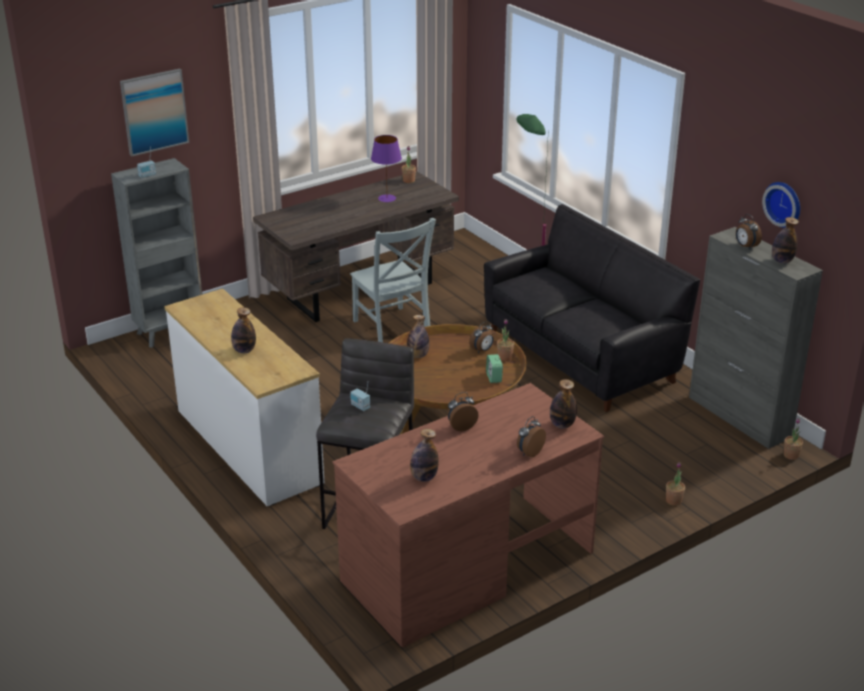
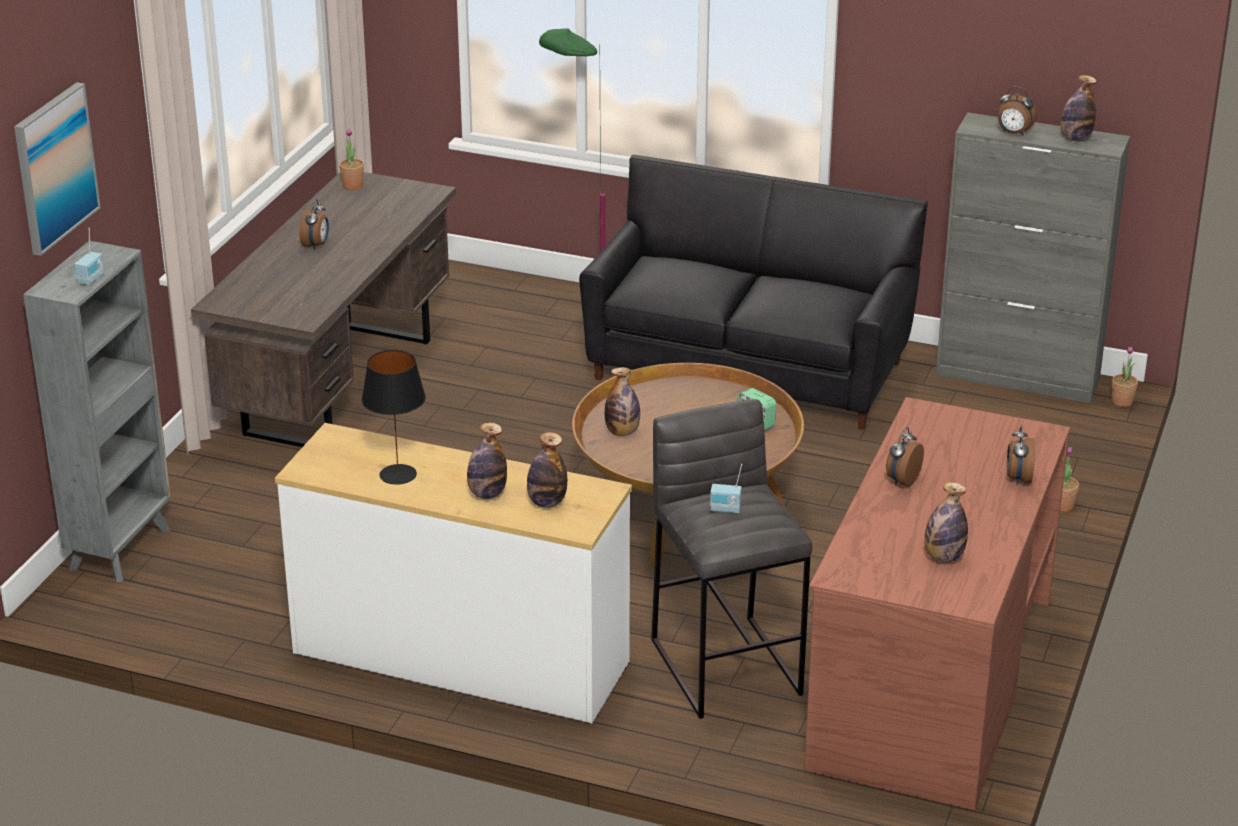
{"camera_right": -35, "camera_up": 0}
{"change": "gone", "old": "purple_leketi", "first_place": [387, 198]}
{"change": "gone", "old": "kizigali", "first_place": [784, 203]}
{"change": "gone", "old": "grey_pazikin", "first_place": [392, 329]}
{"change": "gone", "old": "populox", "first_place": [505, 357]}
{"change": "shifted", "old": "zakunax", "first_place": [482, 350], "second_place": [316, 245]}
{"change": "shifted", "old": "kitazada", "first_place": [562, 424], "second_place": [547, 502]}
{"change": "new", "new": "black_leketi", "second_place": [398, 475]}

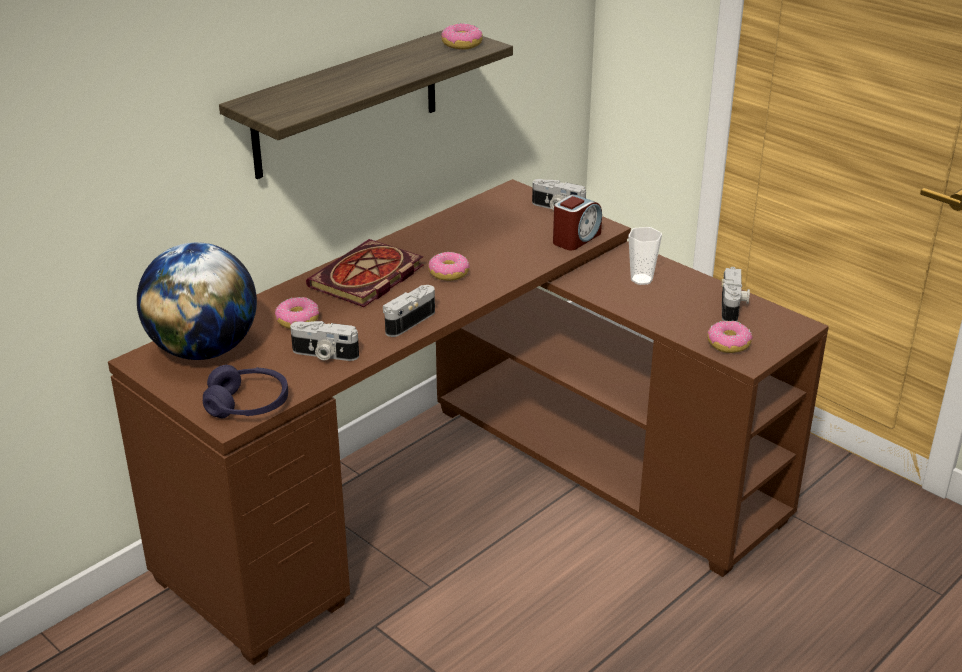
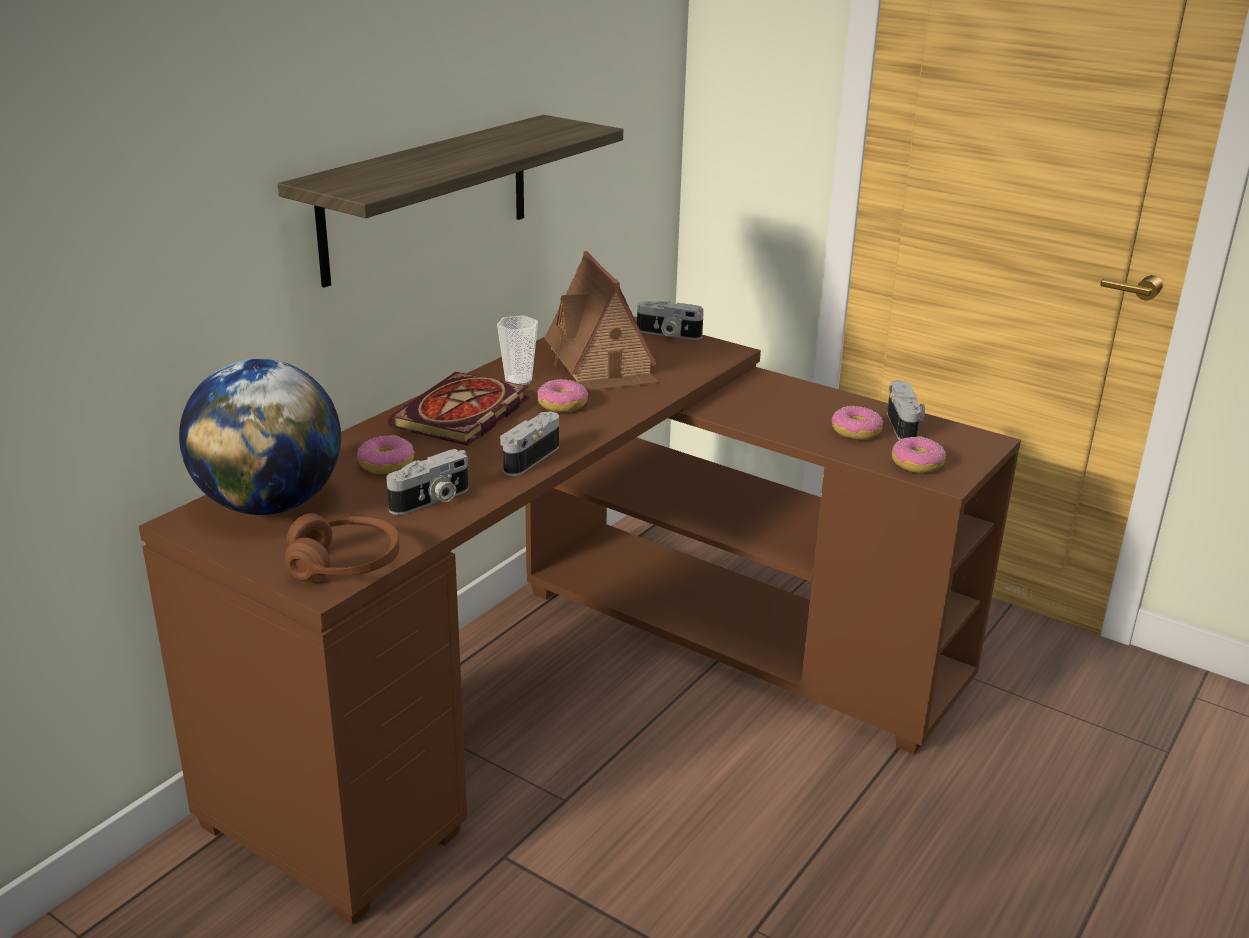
{"camera_right": -10, "camera_up": -5}
{"change": "shifted", "old": "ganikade", "first_place": [461, 44], "second_place": [855, 431]}
{"change": "gone", "old": "zakunax", "first_place": [576, 239]}
{"change": "shifted", "old": "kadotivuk", "first_place": [641, 279], "second_place": [518, 380]}
{"change": "rotated", "old": "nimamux", "first_place": [324, 355], "second_place": [432, 501], "degrees": -45}
{"change": "repainted", "old": "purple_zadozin", "new": "brown_zadozin", "first_place": [248, 404], "second_place": [344, 564]}
{"change": "new", "new": "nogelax", "second_place": [602, 364]}

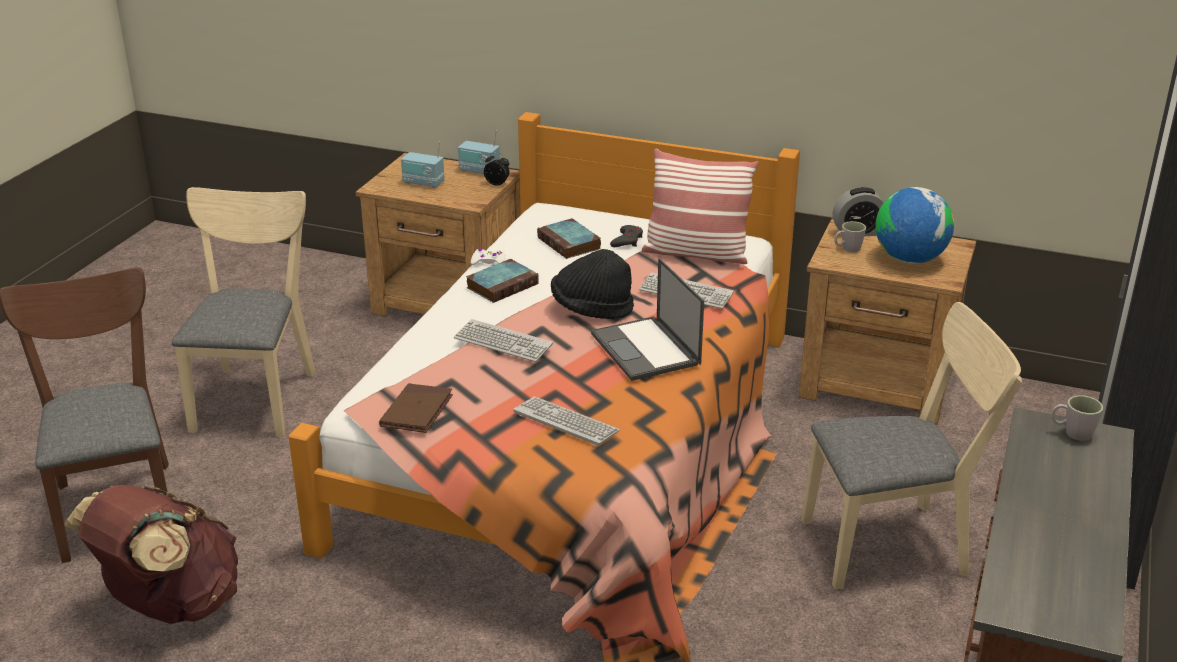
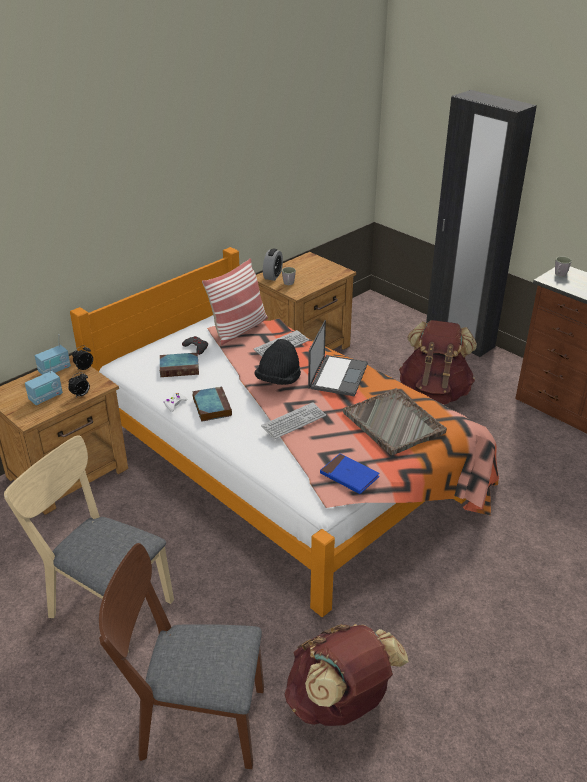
{"camera_right": -65, "camera_up": 5}
{"change": "gone", "old": "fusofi", "first_place": [910, 259]}
{"change": "rotated", "old": "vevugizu", "first_place": [646, 349], "second_place": [338, 375], "degrees": -75}
{"change": "swapped", "old": "beige_pazikin", "new": "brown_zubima", "first_place": [896, 544], "second_place": [434, 392]}
{"change": "repainted", "old": "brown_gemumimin", "new": "blue_gemumimin", "first_place": [417, 412], "second_place": [349, 476]}
{"change": "swapped", "old": "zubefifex", "new": "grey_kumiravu", "first_place": [566, 422], "second_place": [394, 423]}
{"change": "new", "new": "zakunax", "second_place": [81, 395]}

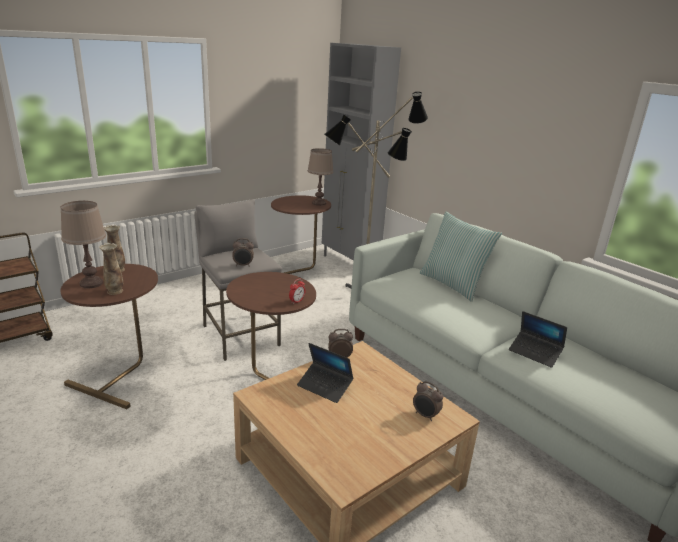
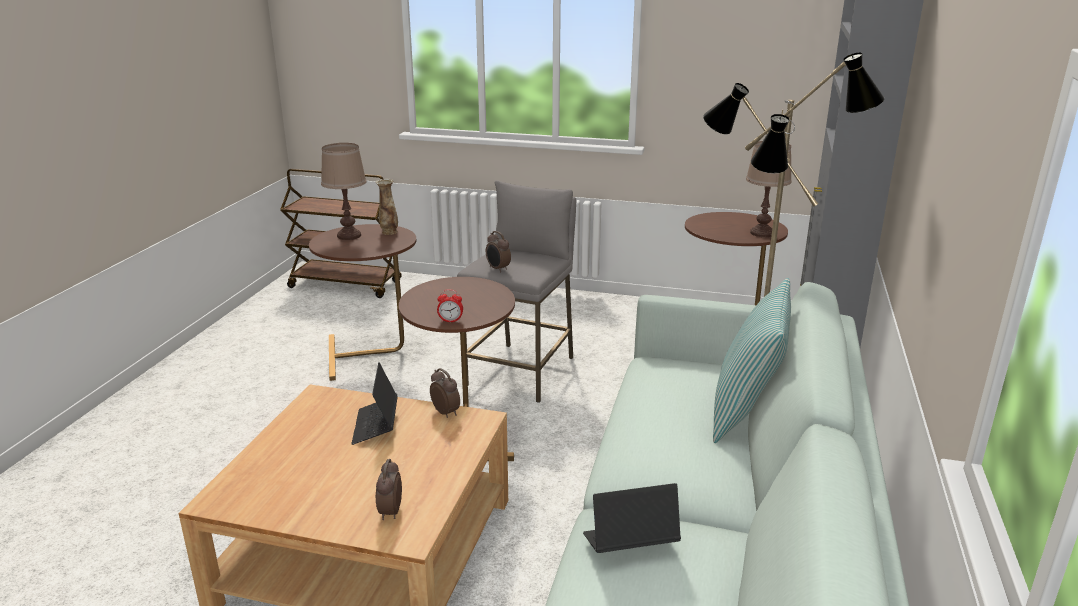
{"camera_right": 55, "camera_up": 0}
{"change": "gone", "old": "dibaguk", "first_place": [115, 291]}
{"change": "rotated", "old": "vevugizu", "first_place": [535, 353], "second_place": [629, 544], "degrees": 75}

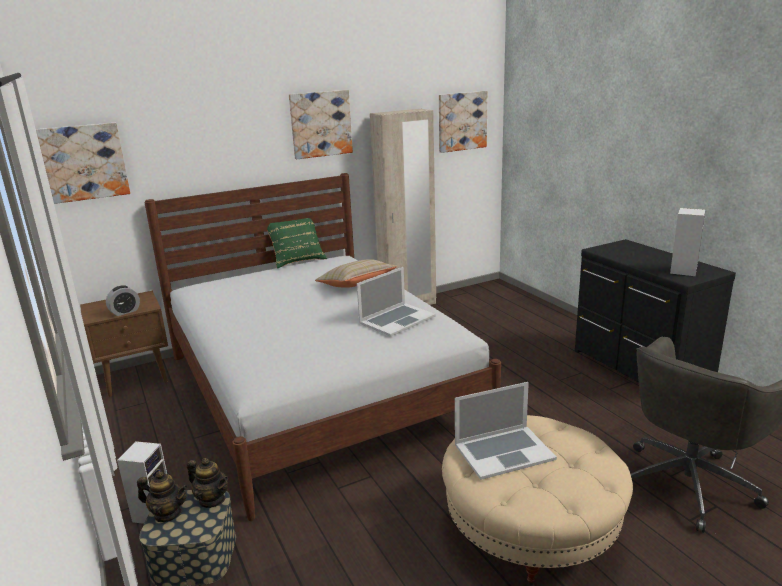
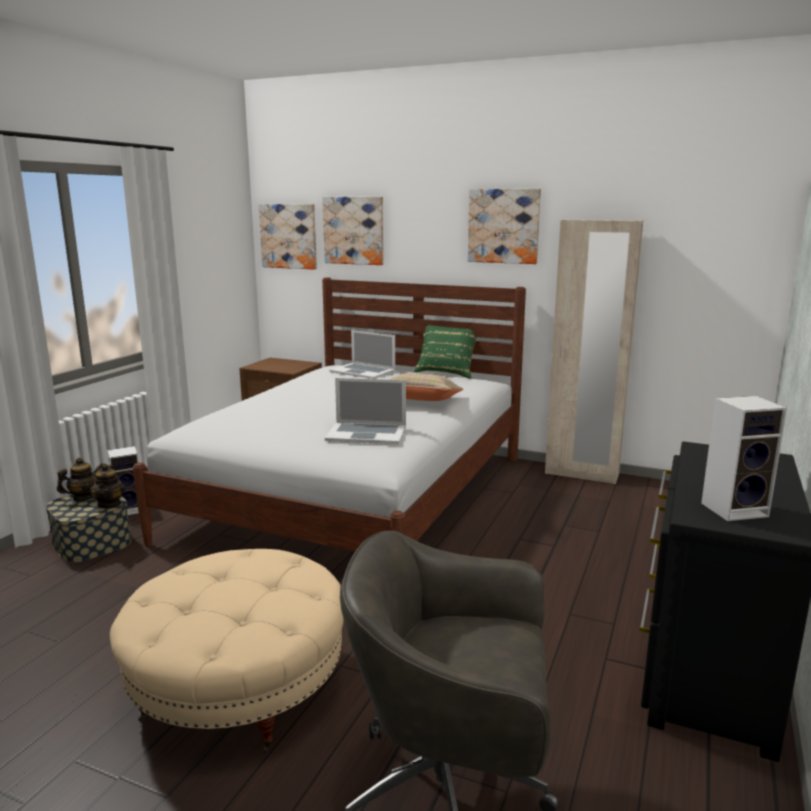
{"camera_right": 50, "camera_up": -5}
{"change": "shifted", "old": "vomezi", "first_place": [462, 121], "second_place": [354, 230]}
{"change": "gone", "old": "zakunax", "first_place": [125, 312]}
{"change": "shifted", "old": "vevugizu", "first_place": [503, 451], "second_place": [363, 371]}
{"change": "rotated", "old": "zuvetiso", "first_place": [168, 514], "second_place": [84, 497], "degrees": -105}

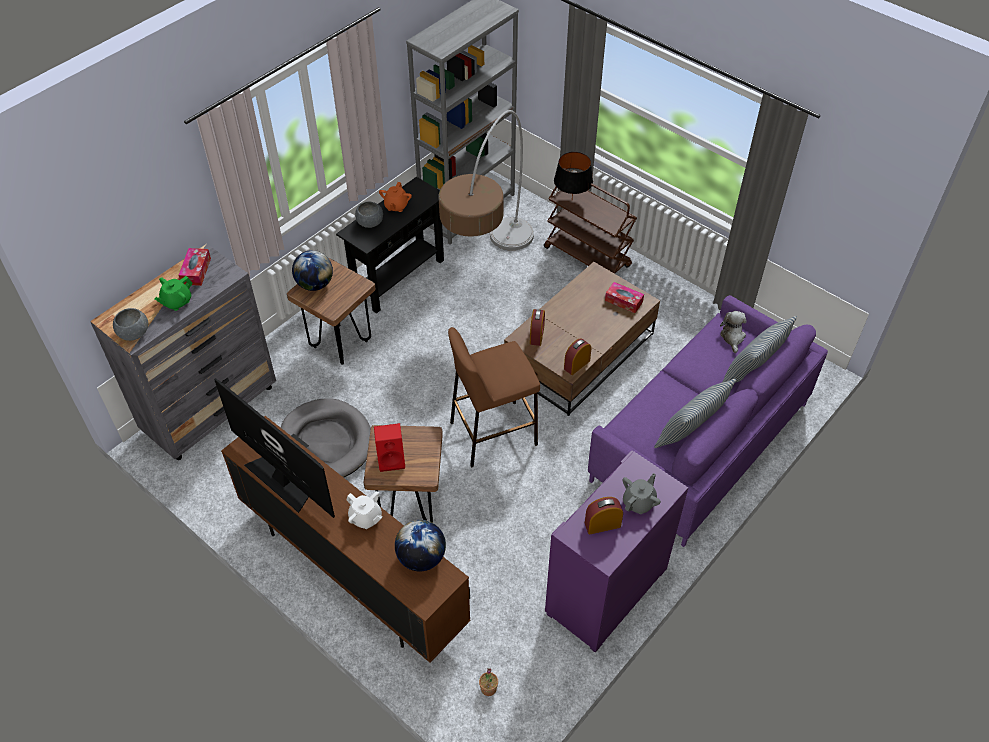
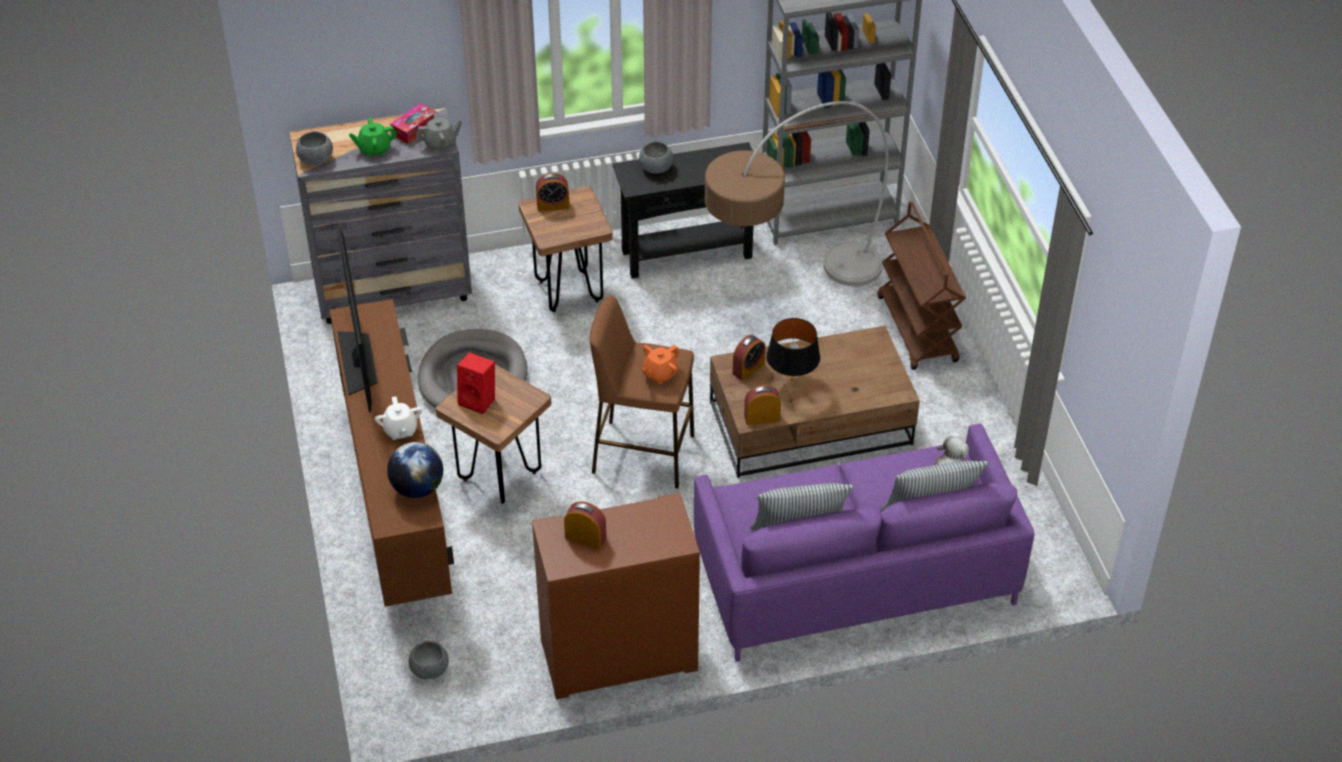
{"camera_right": 35, "camera_up": -5}
{"change": "shifted", "old": "black_leketi", "first_place": [571, 200], "second_place": [791, 381]}
{"change": "shifted", "old": "orange_zuvetiso", "first_place": [396, 206], "second_place": [659, 374]}
{"change": "swapped", "old": "fusofi", "new": "zakunax", "first_place": [315, 284], "second_place": [553, 205]}
{"change": "gone", "old": "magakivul", "first_place": [623, 301]}
{"change": "repainted", "old": "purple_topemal", "new": "brown_topemal", "first_place": [607, 592], "second_place": [618, 656]}
{"change": "shifted", "old": "grey_zuvetiso", "first_place": [639, 502], "second_place": [440, 144]}
{"change": "swapped", "old": "populox", "new": "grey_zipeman", "first_place": [488, 688], "second_place": [430, 670]}

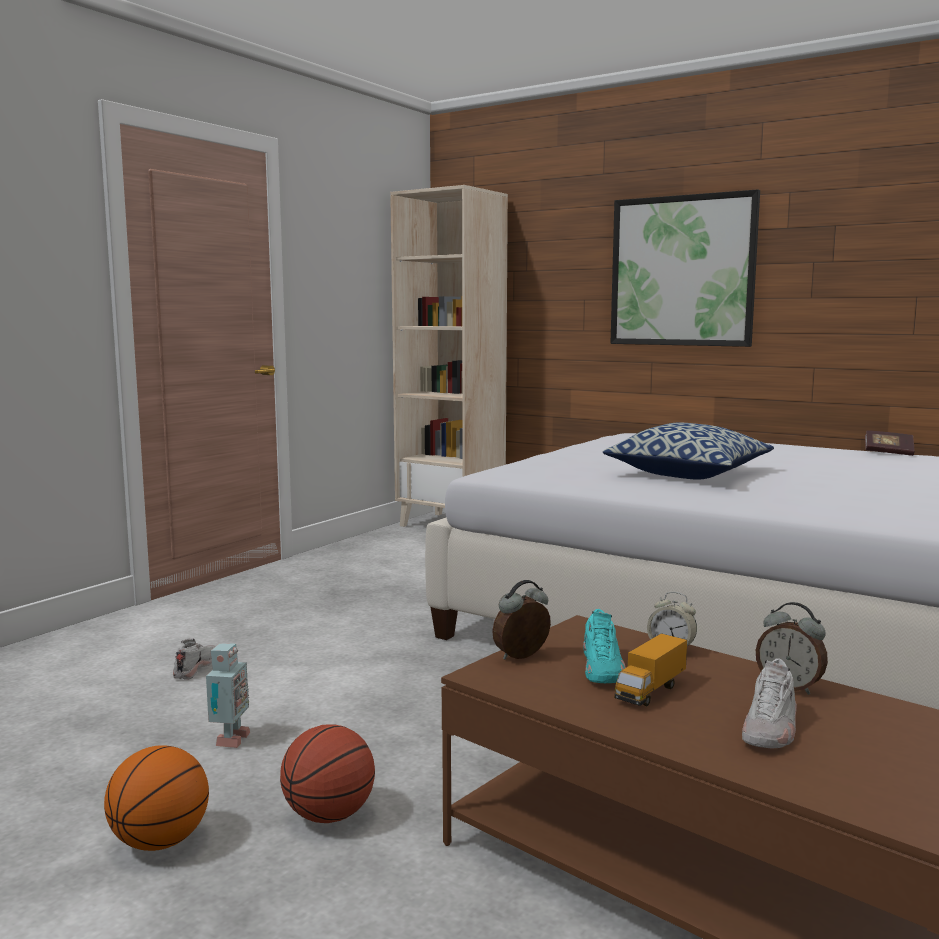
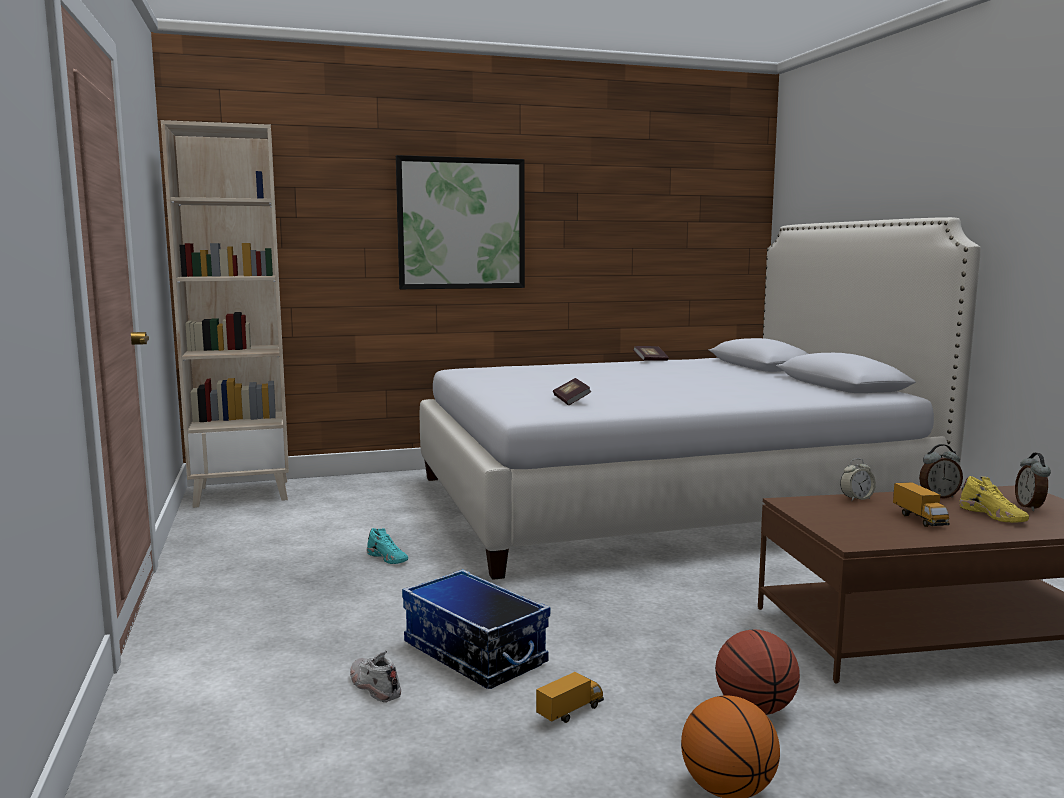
{"camera_right": -50, "camera_up": 0}
{"change": "gone", "old": "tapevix", "first_place": [688, 474]}
{"change": "shifted", "old": "zakunax", "first_place": [522, 657], "second_place": [1030, 507]}
{"change": "shifted", "old": "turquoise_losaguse", "first_place": [602, 668], "second_place": [388, 558]}
{"change": "swapped", "old": "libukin", "new": "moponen", "first_place": [229, 740], "second_place": [570, 712]}
{"change": "repainted", "old": "white_losaguse", "new": "yellow_losaguse", "first_place": [770, 729], "second_place": [993, 515]}
{"change": "new", "new": "gemumimin", "second_place": [571, 401]}
{"change": "new", "new": "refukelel", "second_place": [472, 654]}

